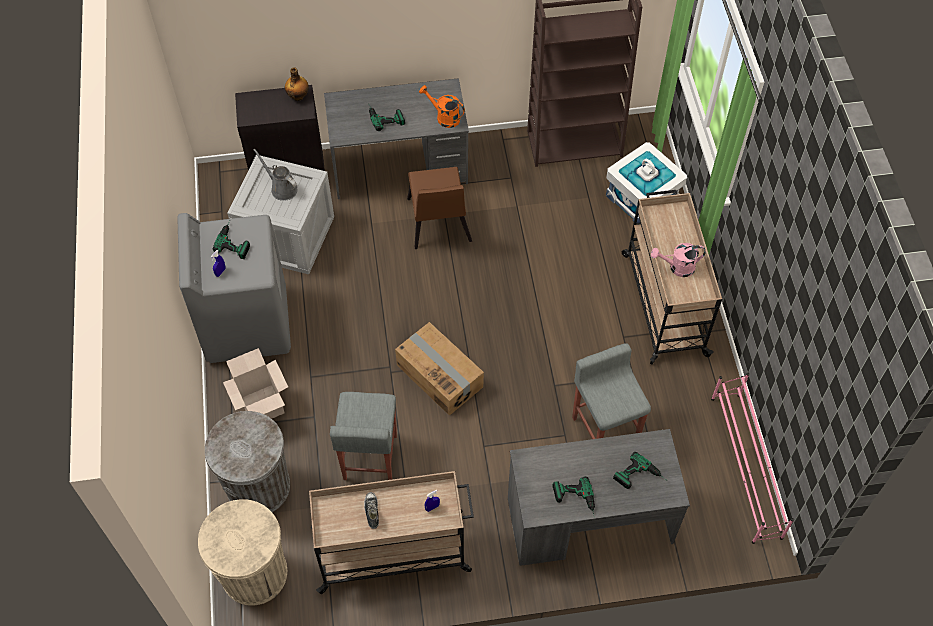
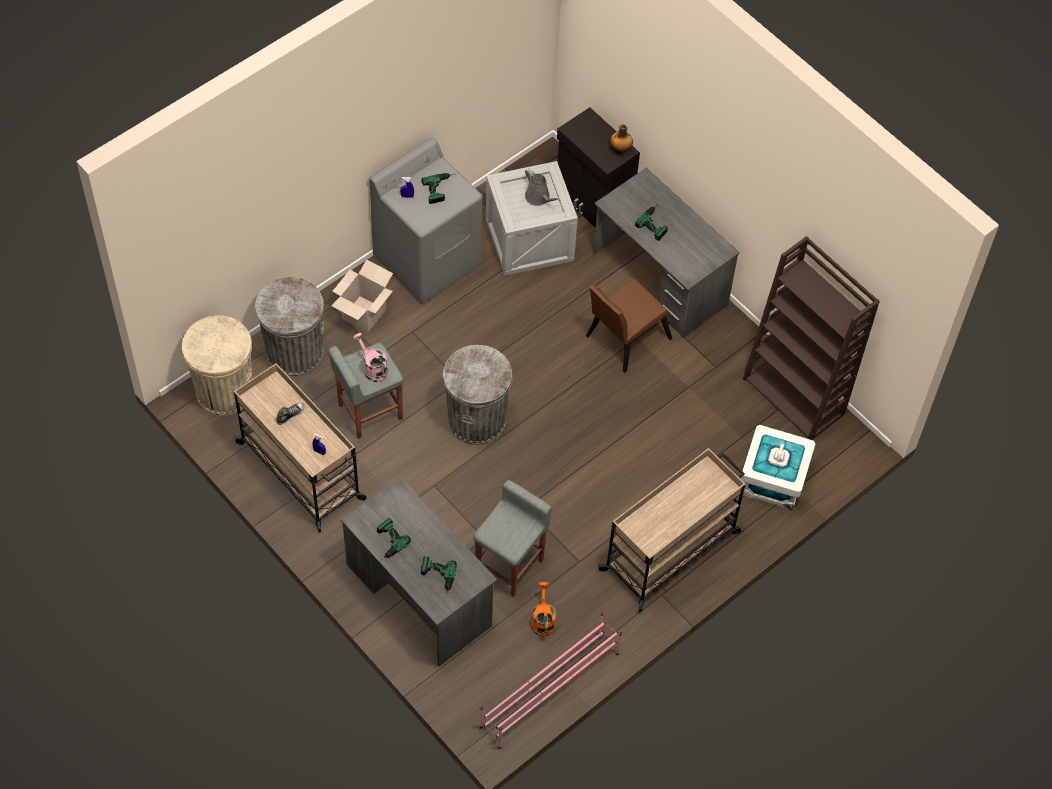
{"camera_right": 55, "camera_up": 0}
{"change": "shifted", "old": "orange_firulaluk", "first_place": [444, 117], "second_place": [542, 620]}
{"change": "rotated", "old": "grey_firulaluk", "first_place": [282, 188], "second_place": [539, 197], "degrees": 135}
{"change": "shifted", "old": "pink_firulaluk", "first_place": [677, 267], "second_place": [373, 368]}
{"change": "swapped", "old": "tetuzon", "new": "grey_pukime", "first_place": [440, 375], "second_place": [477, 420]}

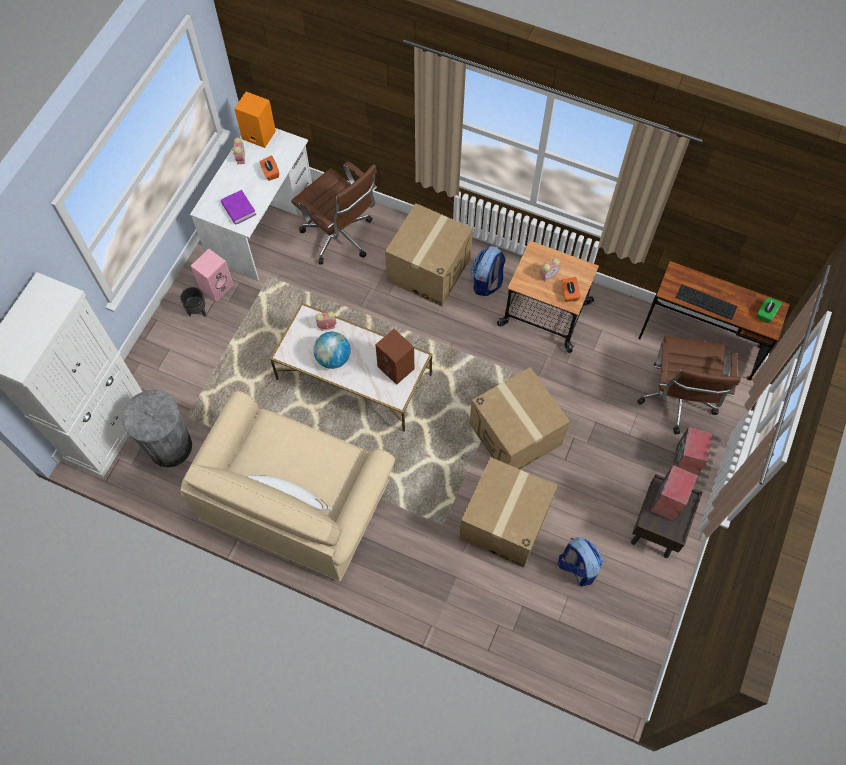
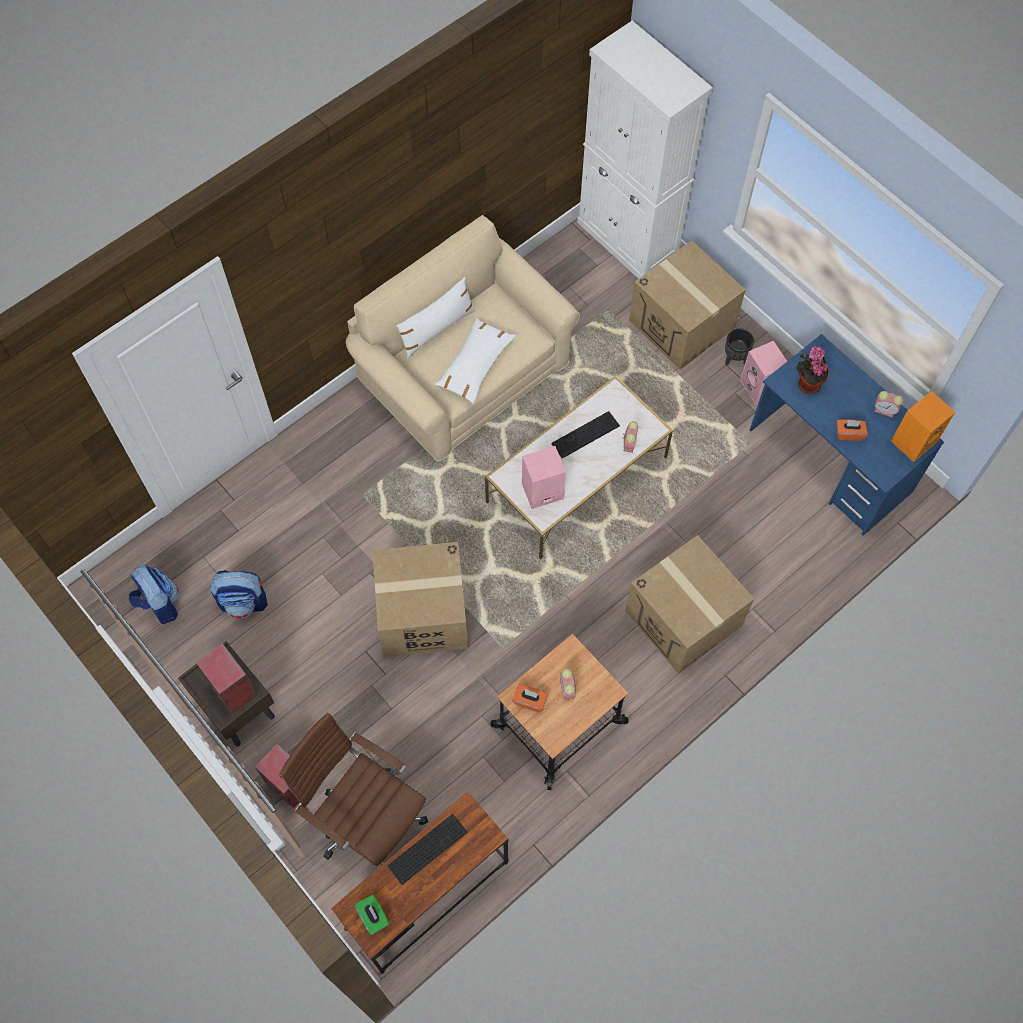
{"camera_right": 115, "camera_up": 0}
{"change": "repainted", "old": "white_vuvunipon", "new": "blue_vuvunipon", "first_place": [261, 224], "second_place": [829, 461]}
{"change": "gone", "old": "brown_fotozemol", "first_place": [340, 238]}
{"change": "swapped", "old": "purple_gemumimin", "new": "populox", "first_place": [238, 209], "second_place": [807, 383]}
{"change": "shifted", "old": "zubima", "first_place": [487, 282], "second_place": [159, 604]}
{"change": "repainted", "old": "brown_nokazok", "new": "pink_nokazok", "first_place": [397, 368], "second_place": [541, 492]}
{"change": "swapped", "old": "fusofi", "new": "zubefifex", "first_place": [333, 358], "second_place": [585, 434]}
{"change": "gone", "old": "grey_pukime", "first_place": [170, 446]}
{"change": "shifted", "old": "tetuzon", "first_place": [504, 521], "second_place": [682, 324]}
{"change": "new", "new": "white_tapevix", "second_place": [475, 365]}

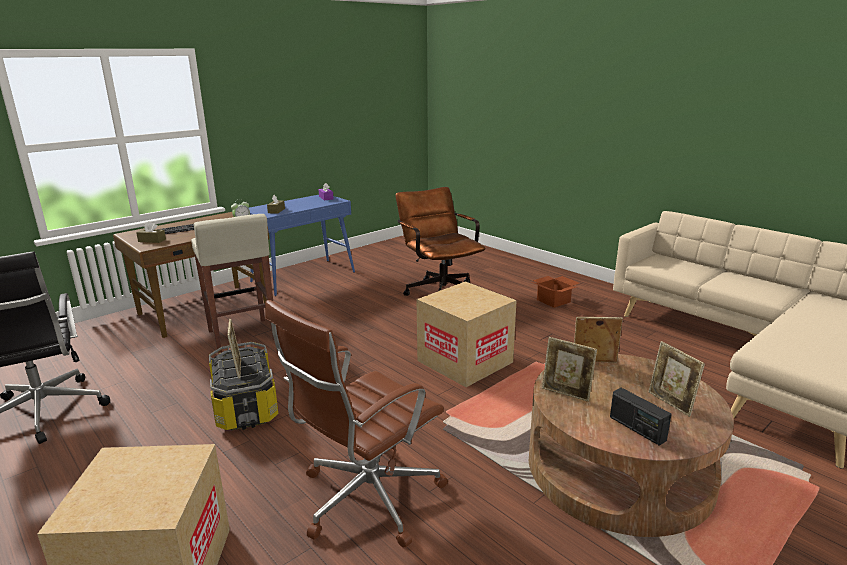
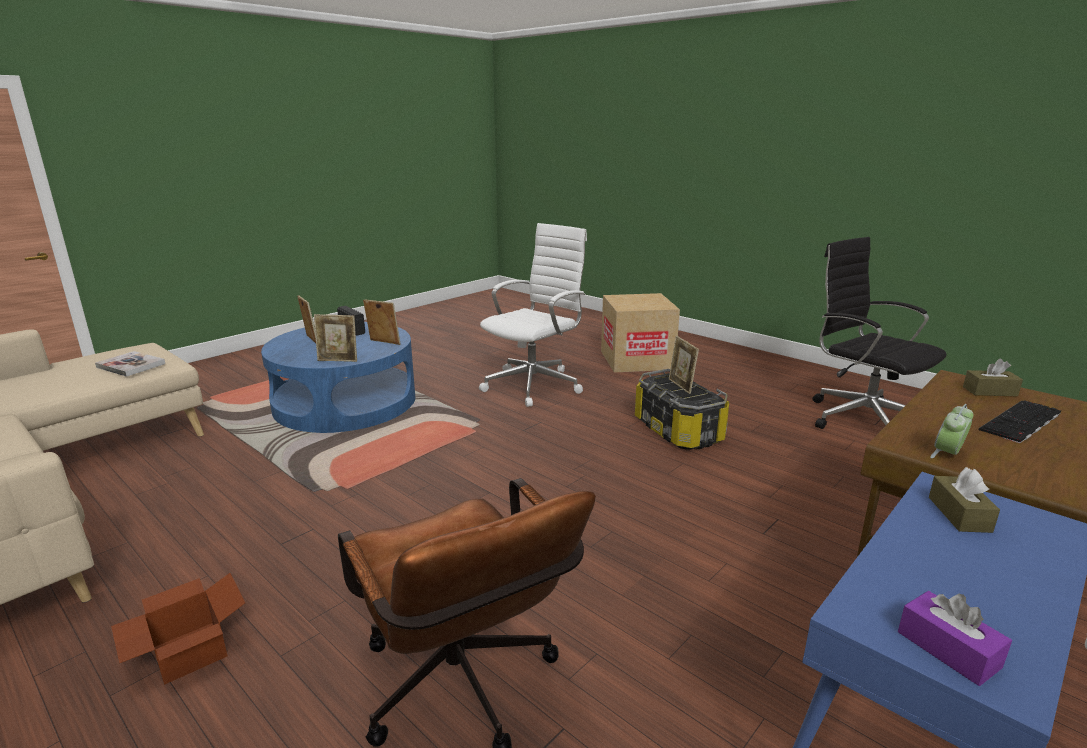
{"camera_right": 175, "camera_up": 0}
{"change": "gone", "old": "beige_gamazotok", "first_place": [242, 336]}
{"change": "gone", "old": "tetuzon", "first_place": [465, 361]}
{"change": "repainted", "old": "brown_fotozemol", "new": "white_fotozemol", "first_place": [366, 498], "second_place": [535, 384]}
{"change": "repainted", "old": "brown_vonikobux", "new": "blue_vonikobux", "first_place": [619, 468], "second_place": [345, 402]}
{"change": "new", "new": "gemumimin", "second_place": [131, 365]}

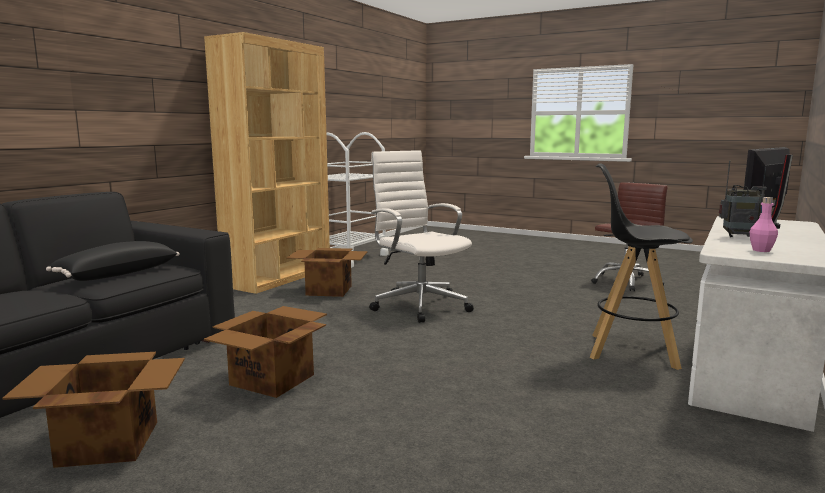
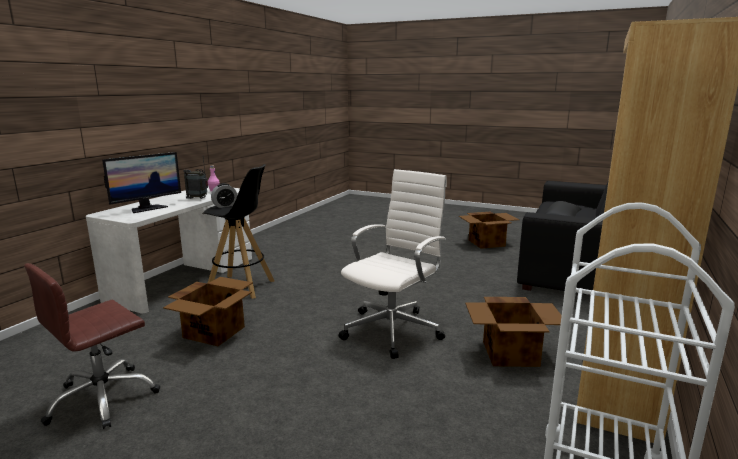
{"camera_right": 175, "camera_up": 5}
{"change": "rotated", "old": "white_fotozemol", "first_place": [419, 305], "second_place": [394, 329], "degrees": -105}
{"change": "shifted", "old": "tetuzon", "first_place": [271, 380], "second_place": [215, 332]}
{"change": "new", "new": "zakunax", "second_place": [225, 206]}

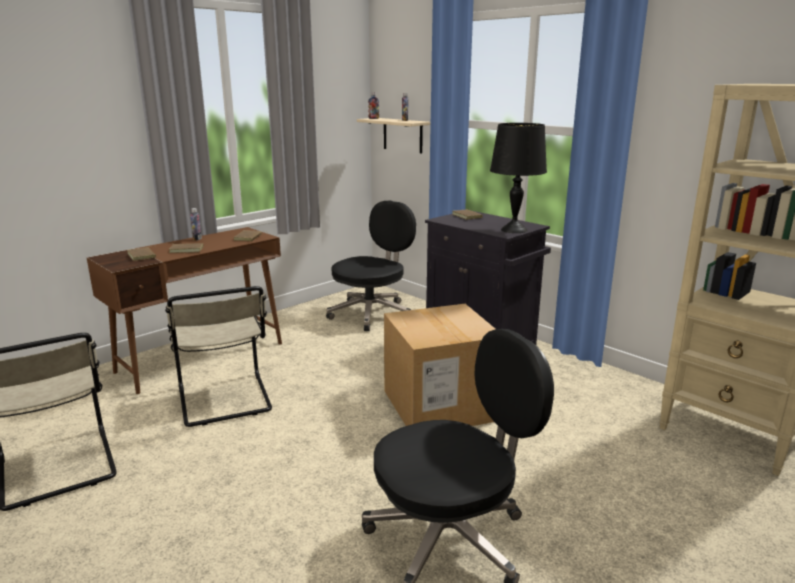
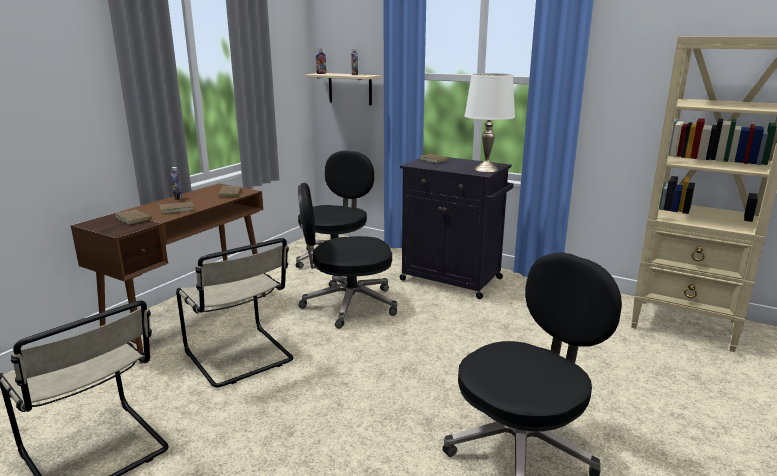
{"camera_right": -15, "camera_up": 0}
{"change": "repainted", "old": "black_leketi", "new": "white_leketi", "first_place": [513, 230], "second_place": [486, 169]}
{"change": "gone", "old": "tetuzon", "first_place": [439, 405]}
{"change": "new", "new": "black_fotozemol", "second_place": [348, 304]}

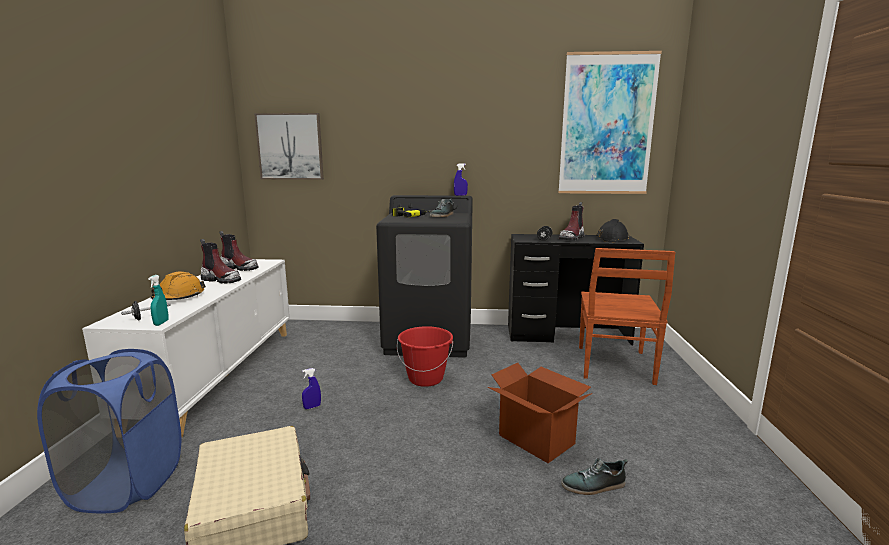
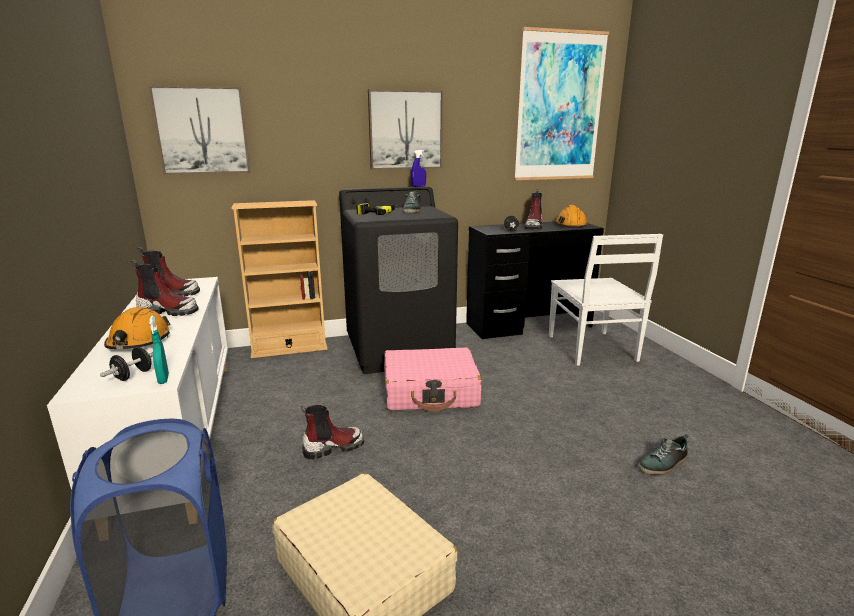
{"camera_right": -20, "camera_up": 5}
{"change": "repainted", "old": "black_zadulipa", "new": "orange_zadulipa", "first_place": [612, 239], "second_place": [570, 225]}
{"change": "repainted", "old": "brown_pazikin", "new": "white_pazikin", "first_place": [614, 365], "second_place": [592, 349]}
{"change": "swapped", "old": "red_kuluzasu", "new": "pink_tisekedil", "first_place": [426, 378], "second_place": [431, 392]}
{"change": "gone", "old": "tetuzon", "first_place": [537, 439]}
{"change": "swapped", "old": "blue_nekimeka", "new": "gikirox", "first_place": [312, 407], "second_place": [333, 447]}
{"change": "new", "new": "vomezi", "second_place": [405, 130]}
{"change": "new", "new": "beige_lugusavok", "second_place": [289, 349]}

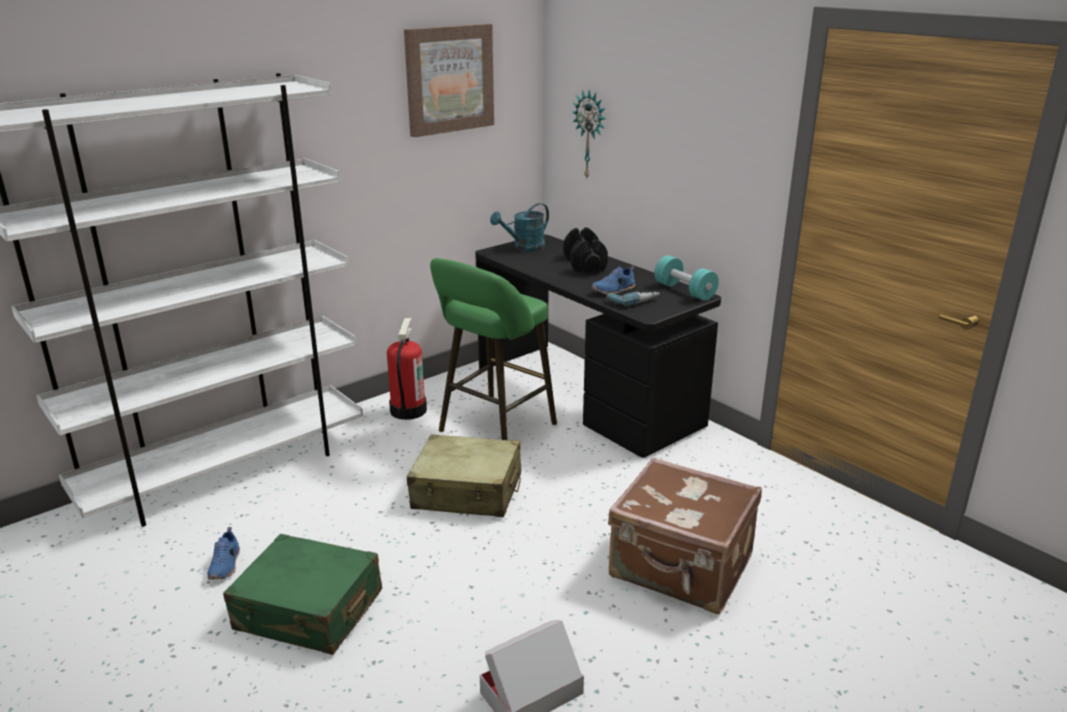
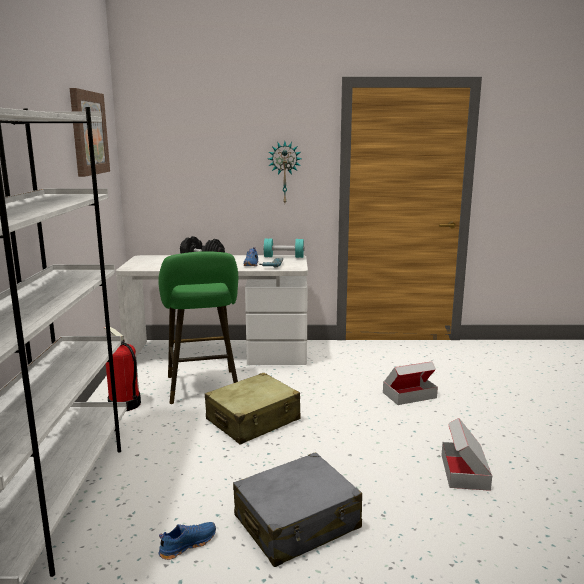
{"camera_right": -50, "camera_up": -10}
{"change": "shifted", "old": "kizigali", "first_place": [590, 135], "second_place": [284, 172]}
{"change": "gone", "old": "turquoise_firulaluk", "first_place": [524, 248]}
{"change": "repainted", "old": "black_vuvunipon", "new": "white_vuvunipon", "first_place": [586, 395], "second_place": [219, 353]}
{"change": "swapped", "old": "brown_tisekedil", "new": "tetuzon", "first_place": [681, 569], "second_place": [409, 395]}
{"change": "rotated", "old": "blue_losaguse", "first_place": [226, 565], "second_place": [187, 544], "degrees": -75}
{"change": "repainted", "old": "green_tisekedil", "new": "grey_tisekedil", "first_place": [309, 611], "second_place": [297, 523]}

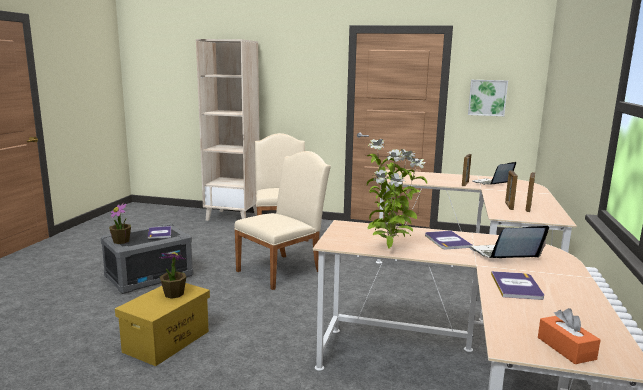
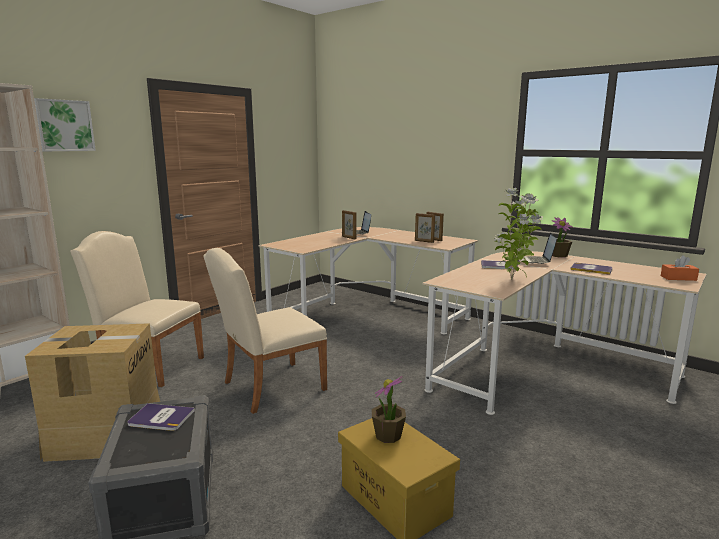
{"camera_right": -65, "camera_up": 0}
{"change": "shifted", "old": "vomezi", "first_place": [487, 97], "second_place": [64, 125]}
{"change": "rotated", "old": "beige_pazikin", "first_place": [283, 270], "second_place": [268, 387], "degrees": -105}
{"change": "shifted", "old": "populox", "first_place": [121, 241], "second_place": [559, 255]}
{"change": "new", "new": "tetuzon", "second_place": [106, 435]}

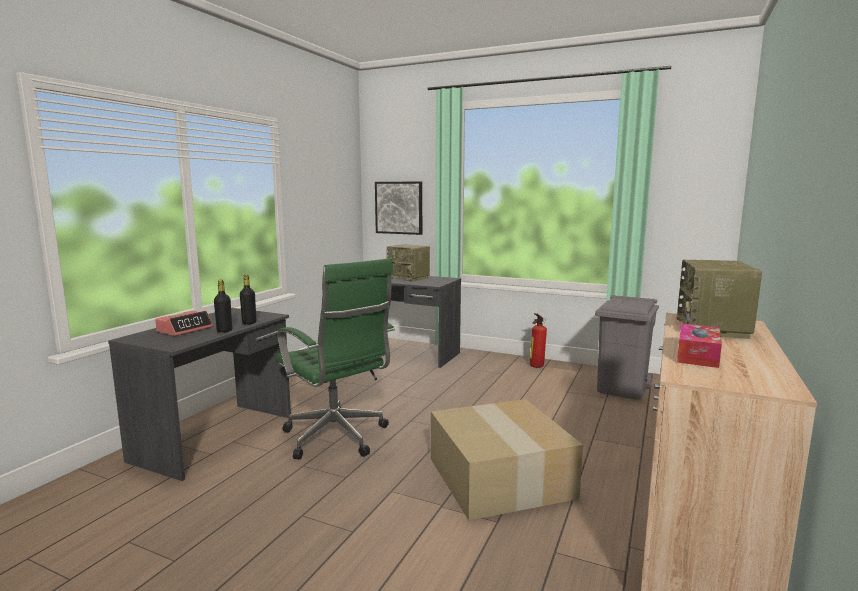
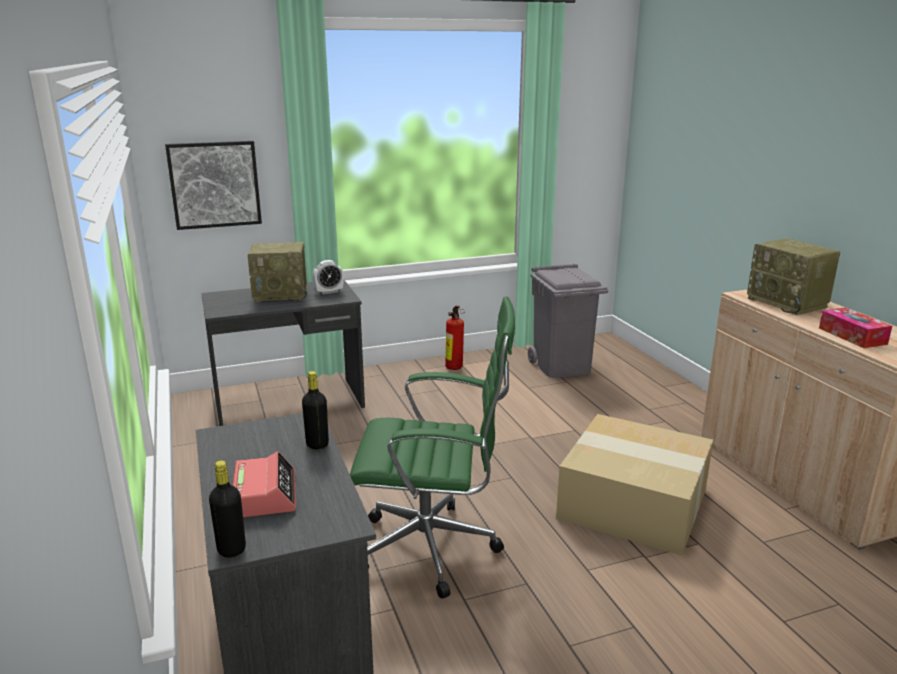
{"camera_right": -45, "camera_up": 10}
{"change": "shifted", "old": "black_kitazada", "first_place": [224, 331], "second_place": [231, 549]}
{"change": "new", "new": "zakunax", "second_place": [329, 292]}

